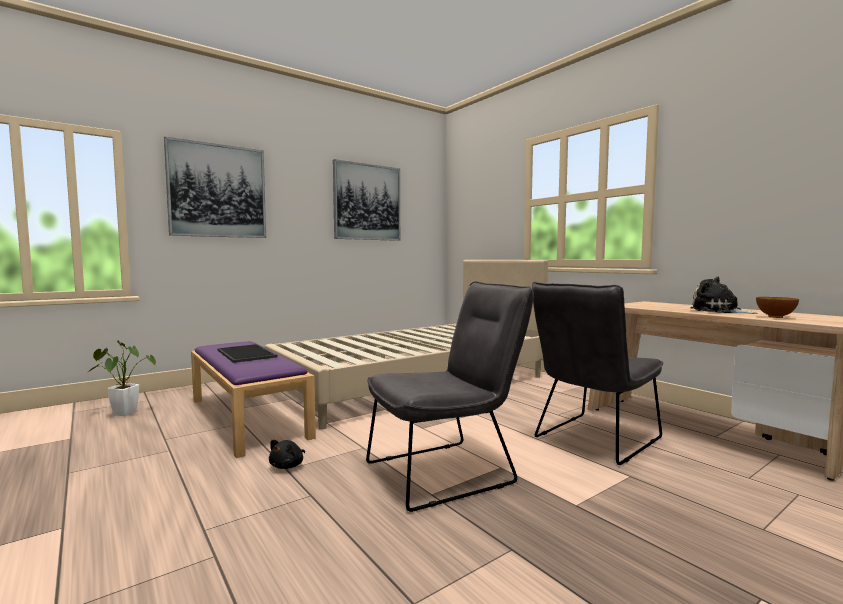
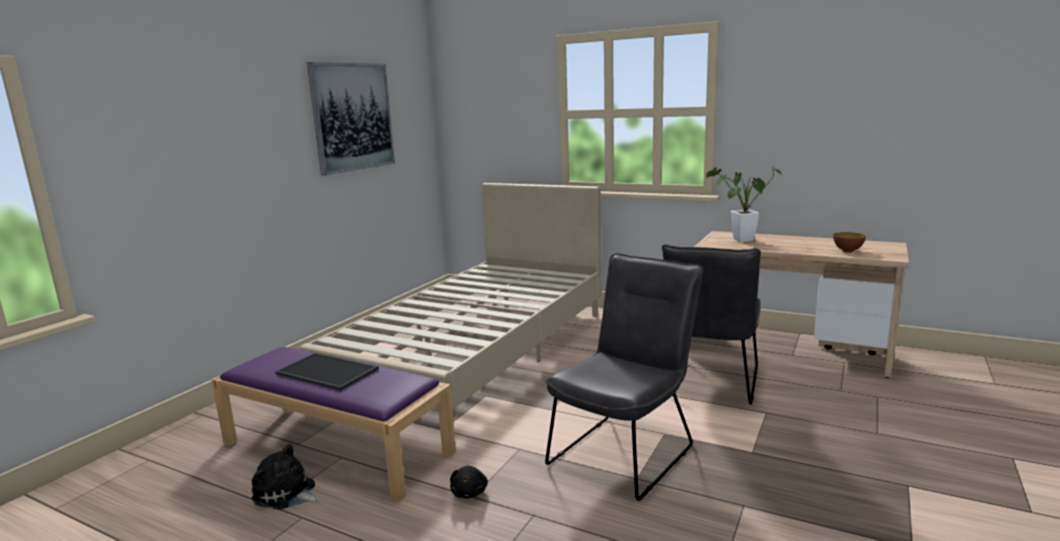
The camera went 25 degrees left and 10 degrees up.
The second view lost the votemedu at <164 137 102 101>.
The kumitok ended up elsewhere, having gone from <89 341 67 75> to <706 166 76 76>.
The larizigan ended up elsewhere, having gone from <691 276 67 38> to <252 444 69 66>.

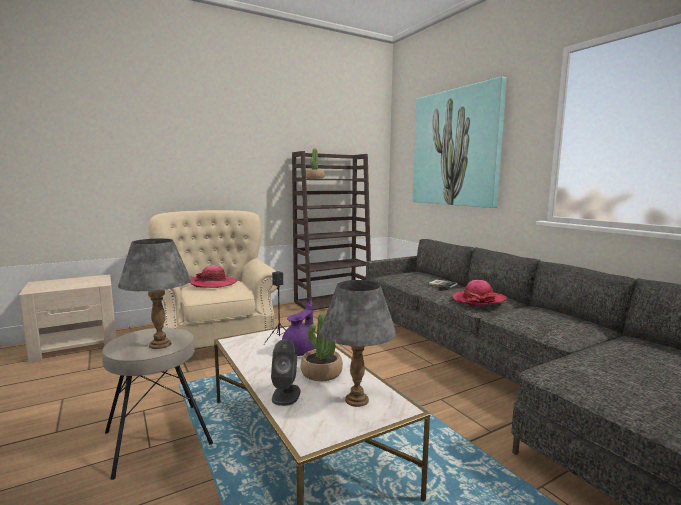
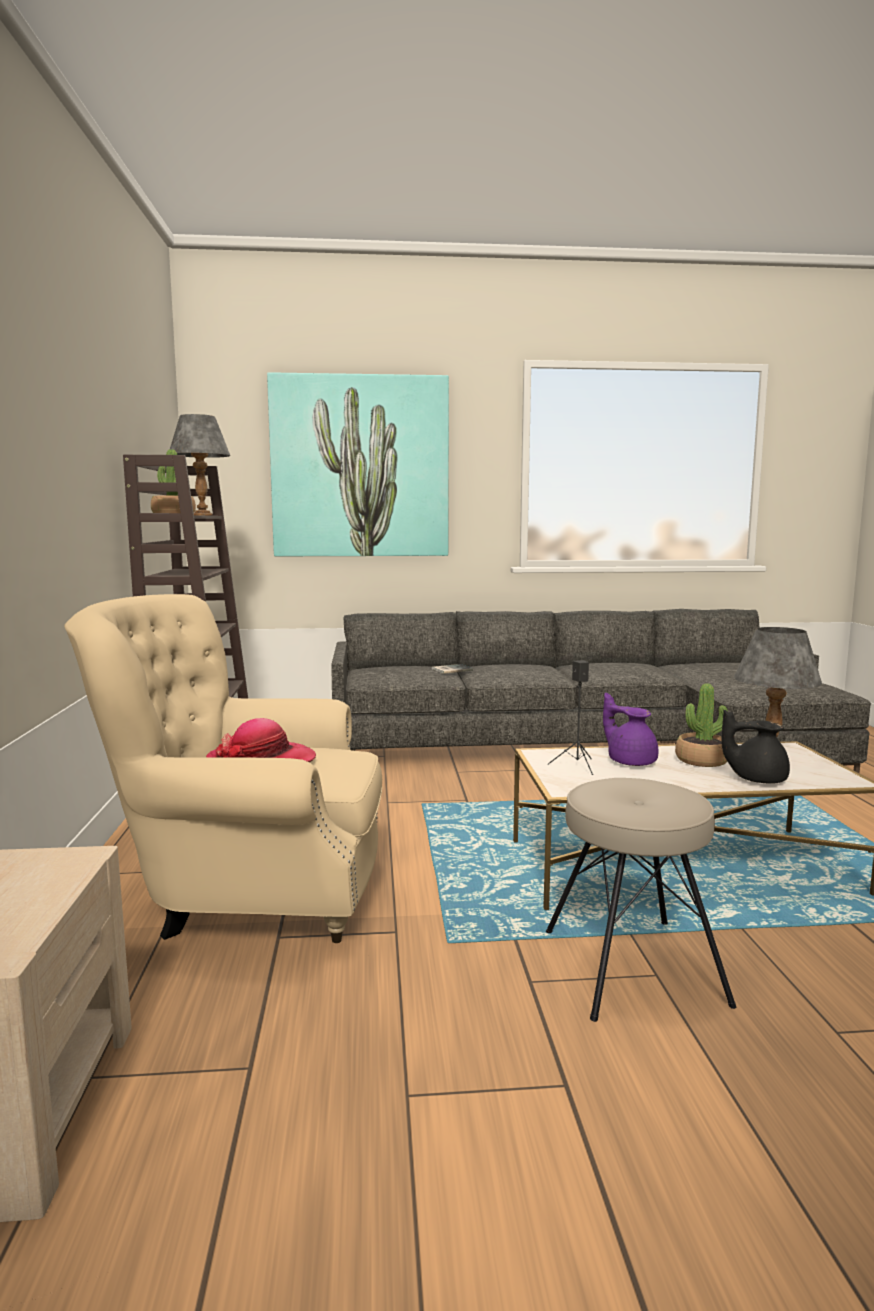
The camera went 65 degrees left and 0 degrees up.
The second view lost the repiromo at <452 280 55 26>.
The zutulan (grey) ended up elsewhere, having gone from <118 238 73 111> to <170 414 60 102>.
Where the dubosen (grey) stood at <271 339 29 67>, the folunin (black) came to stand at <721 710 69 74>.

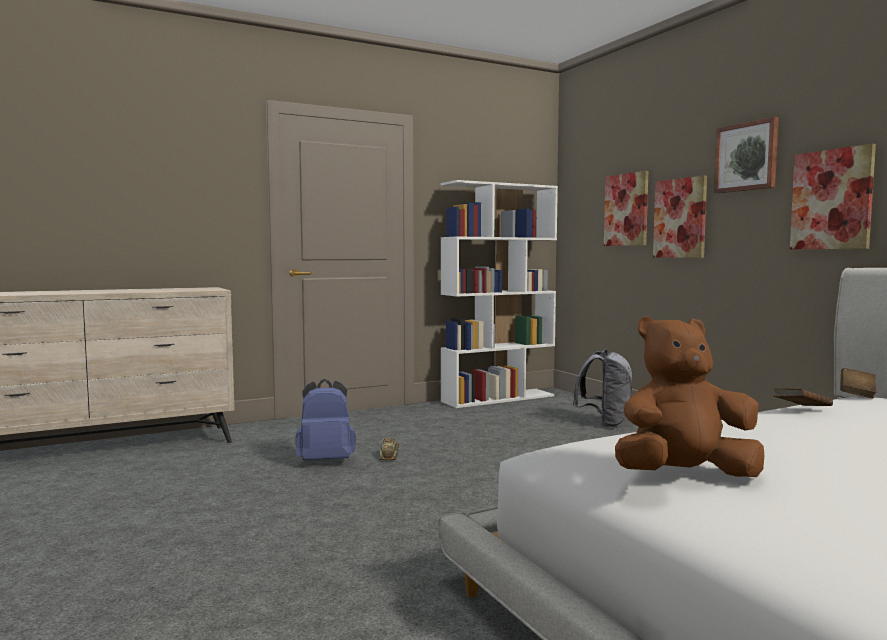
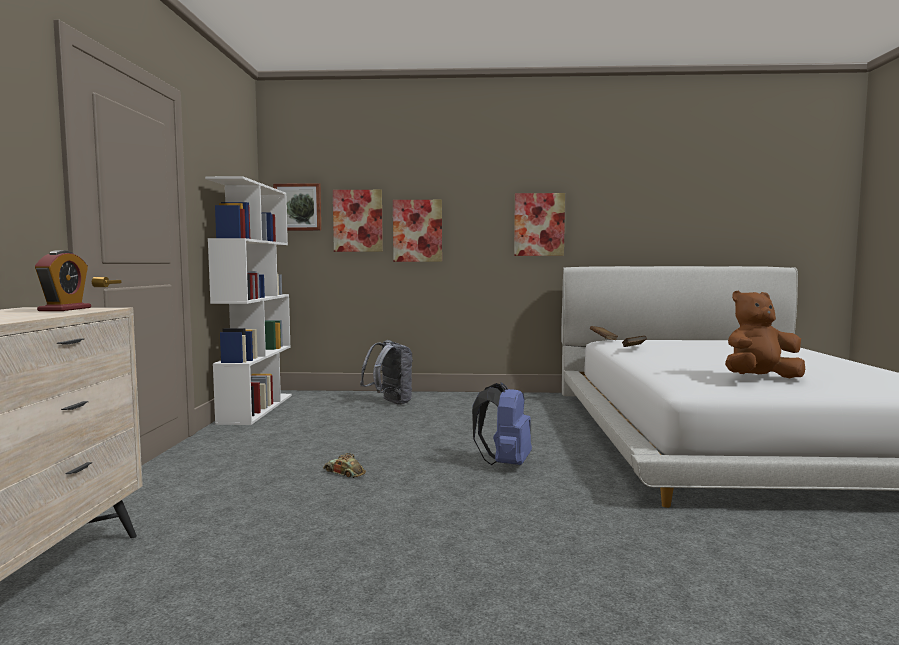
The camera went 60 degrees left and 0 degrees up.
The second view gained the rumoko at <35 250 56 61>.
The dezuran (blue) ended up elsewhere, having gone from <295 379 61 81> to <472 383 60 82>.
The votemedu ended up elsewhere, having gone from <714 117 65 76> to <273 183 48 48>.
The larizigan (brown) at <615 316 149 161> ended up facing another way, 60 degrees clockwise from before.

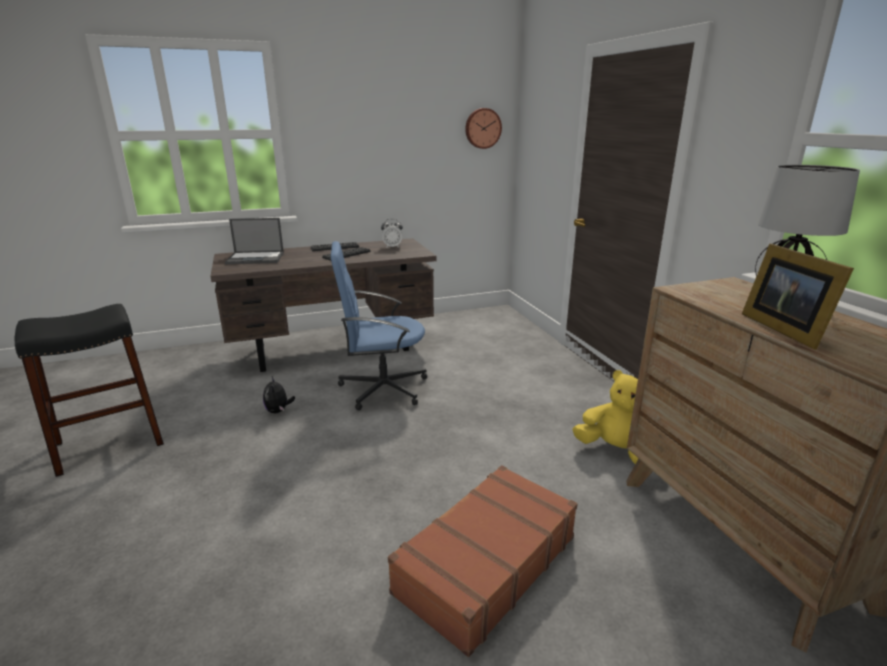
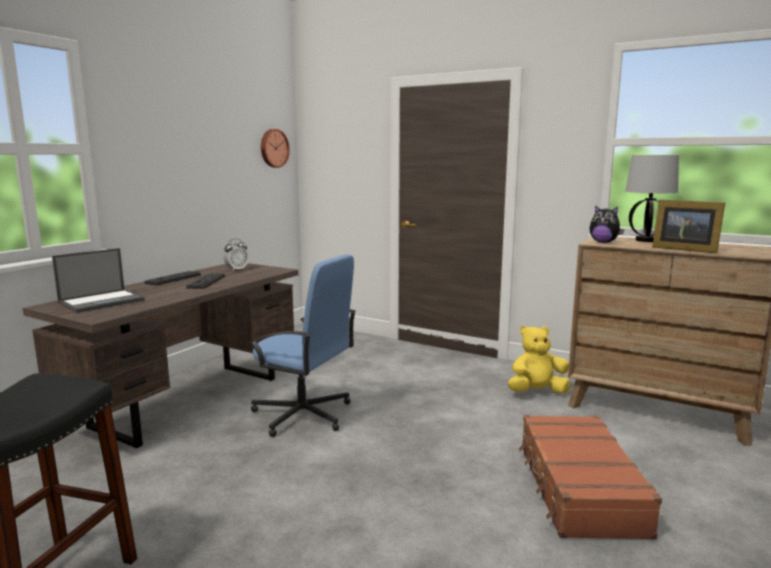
The camera went 40 degrees left and 10 degrees down.
The larizigan ended up elsewhere, having gone from <263 377 32 36> to <590 205 34 38>.
The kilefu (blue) at <331 241 96 169> ended up facing another way, 105 degrees counterclockwise from before.

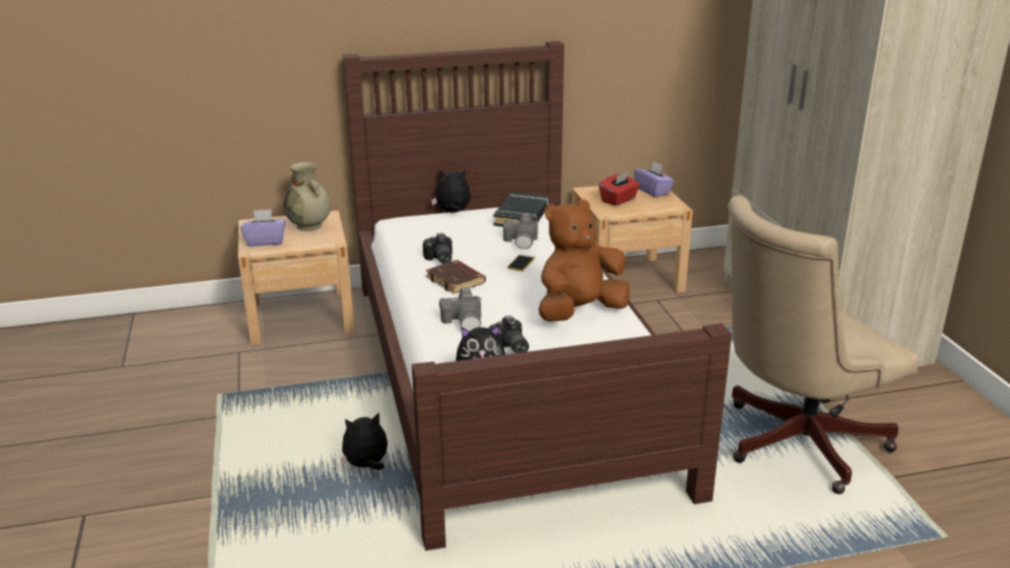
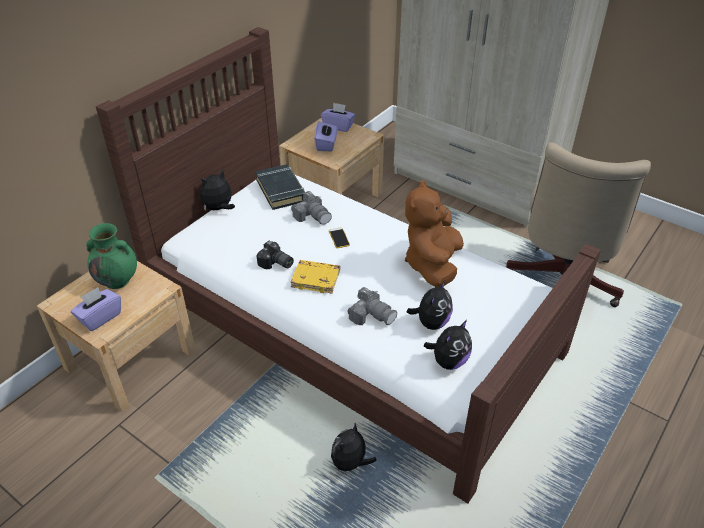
The camera went 40 degrees left and 15 degrees up.
Where the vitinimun stood at <488 316 41 37>, the larizigan came to stand at <407 279 46 51>.
What was the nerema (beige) at <284 162 47 69> turned into the nerema (green) at <86 223 51 66>.
What was the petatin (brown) at <426 260 60 34> turned into the petatin (yellow) at <290 260 50 33>.
What was the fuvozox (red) at <599 172 41 34> turned into the fuvozox (purple) at <314 122 23 30>.

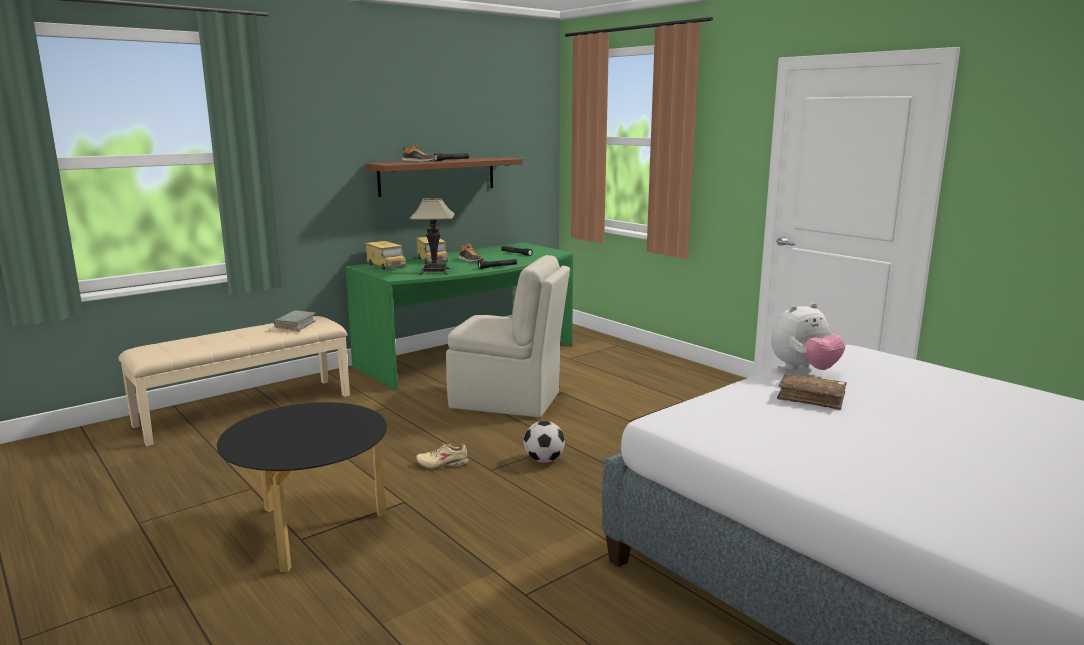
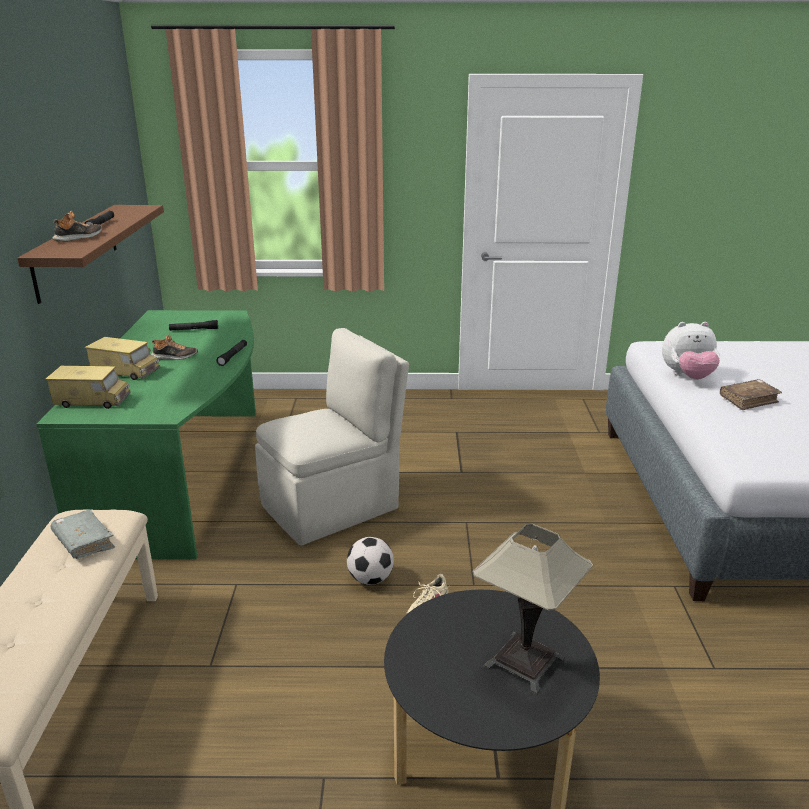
The camera went 50 degrees left and 10 degrees up.
The zutulan ended up elsewhere, having gone from <409 198 46 77> to <473 524 120 171>.
The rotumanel ended up elsewhere, having gone from <524 421 41 42> to <347 537 47 48>.
The larizigan at <771 303 75 67> ended up facing another way, 75 degrees clockwise from before.

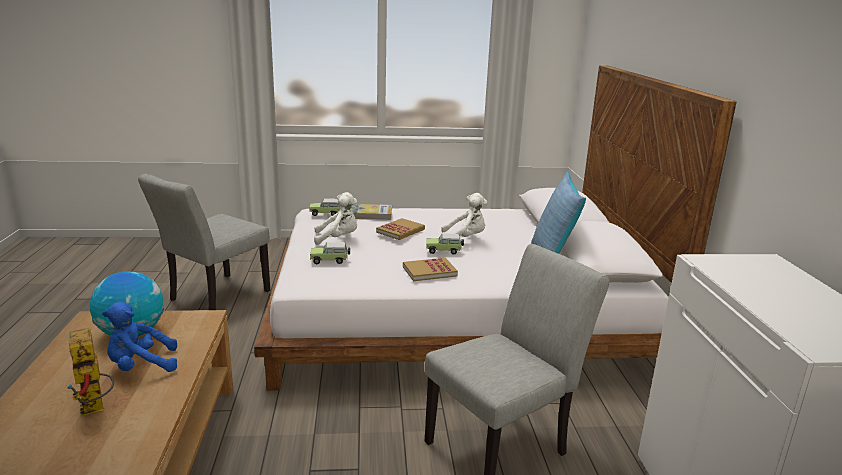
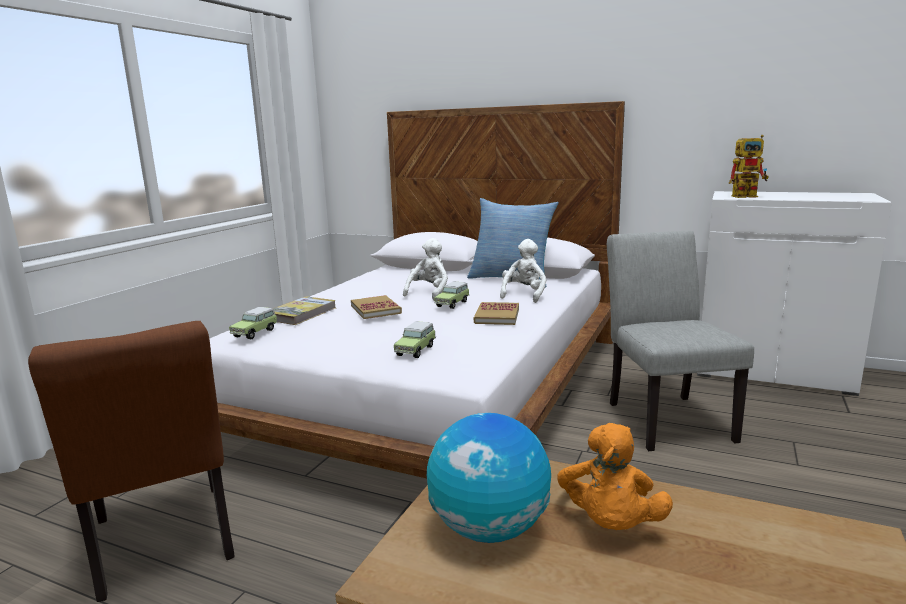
The camera went 60 degrees left and 5 degrees down.
The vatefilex ended up elsewhere, having gone from <66 328 48 88> to <729 135 40 63>.
The larizigan (white) ended up elsewhere, having gone from <314 192 43 53> to <500 239 46 64>.
What was the larizigan (blue) at <102 302 75 70> turned into the larizigan (orange) at <557 423 116 107>.
What was the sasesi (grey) at <138 174 132 136> turned into the sasesi (brown) at <28 321 207 281>.

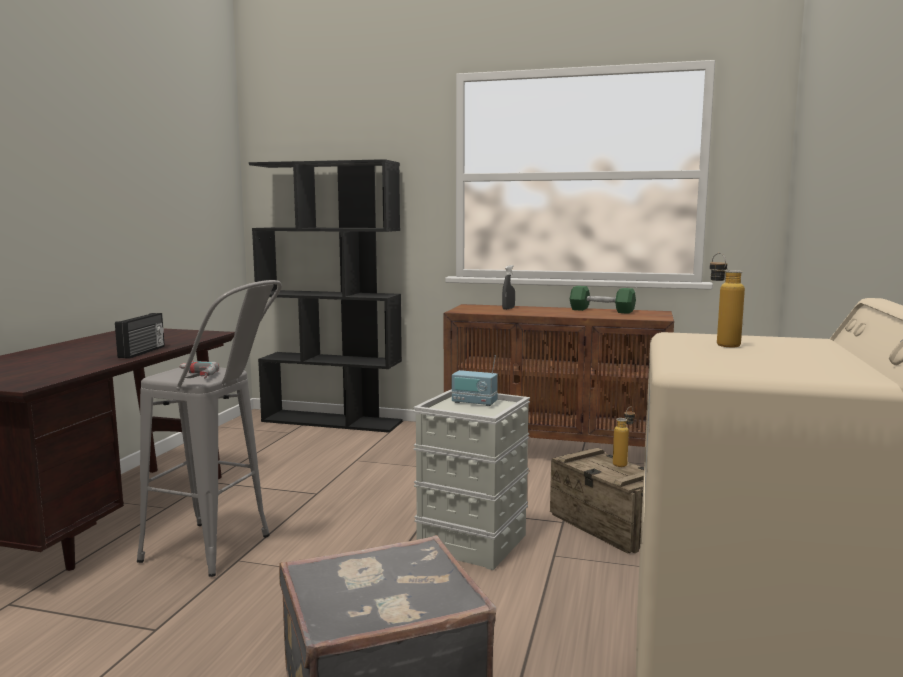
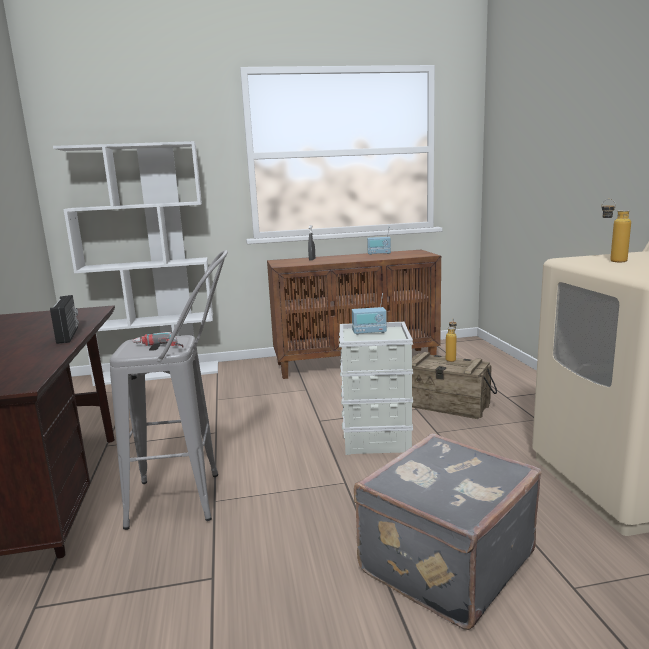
The camera went 25 degrees left and 5 degrees up.
Where the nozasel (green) stood at <570 286 66 28>, the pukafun came to stand at <367 229 24 26>.
What was the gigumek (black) at <249 159 154 274> turned into the gigumek (white) at <53 141 165 245>.

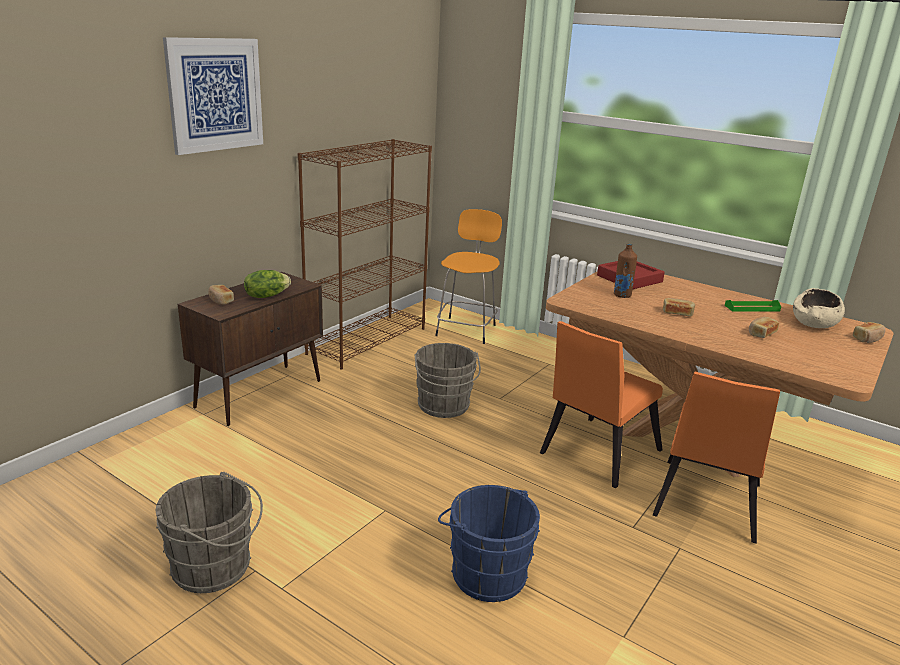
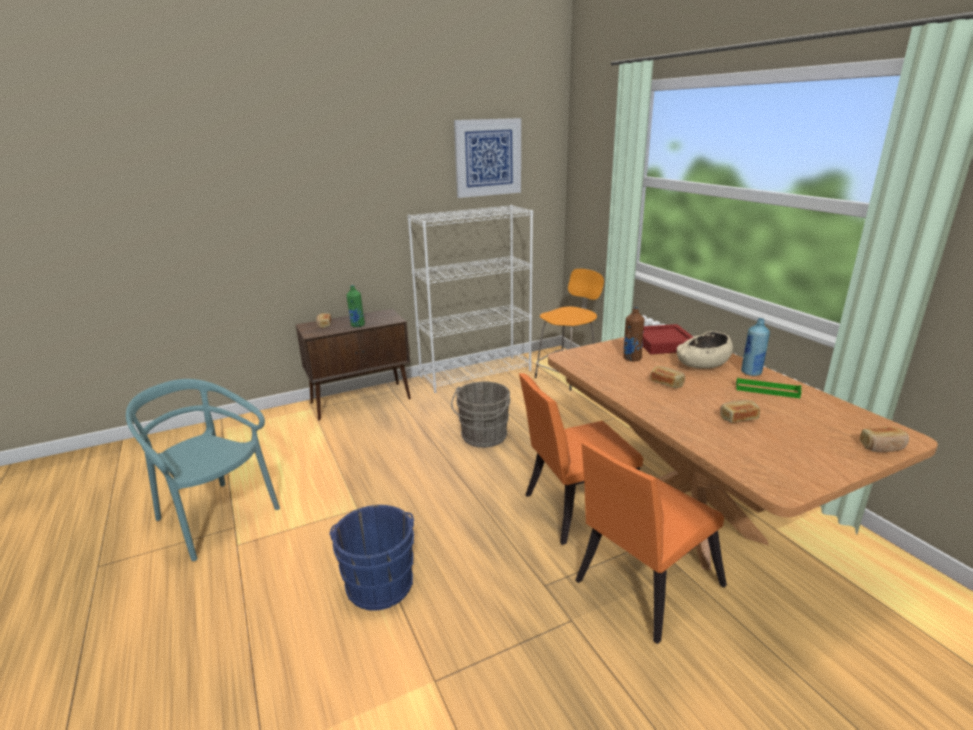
The camera went 30 degrees right and 0 degrees up.
The second view gained the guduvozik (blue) at <741 318 29 58>.
The votemedu ended up elsewhere, having gone from <163 37 100 118> to <454 118 67 80>.
The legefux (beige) ended up elsewhere, having gone from <793 288 52 40> to <677 331 56 38>.
Where the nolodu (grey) stood at <156 472 107 121>, the sasesi (turquoise) came to stand at <126 379 154 182>.
Where the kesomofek stood at <244 270 47 28>, the guduvozik (green) came to stand at <347 285 18 42>.
What was the gigumek (brown) at <298 139 134 230> turned into the gigumek (white) at <407 205 126 188>.

